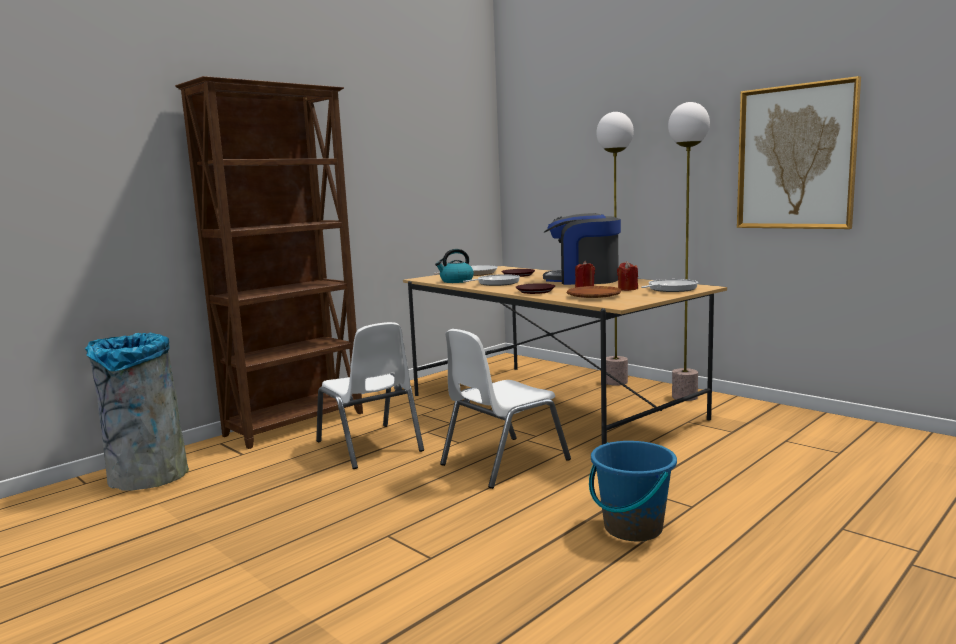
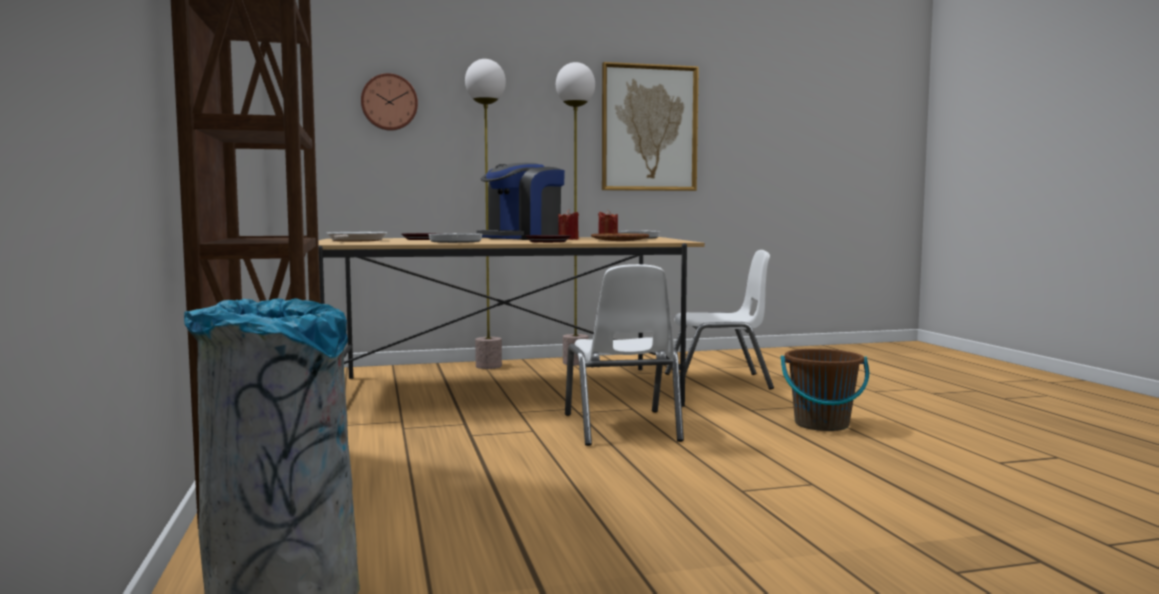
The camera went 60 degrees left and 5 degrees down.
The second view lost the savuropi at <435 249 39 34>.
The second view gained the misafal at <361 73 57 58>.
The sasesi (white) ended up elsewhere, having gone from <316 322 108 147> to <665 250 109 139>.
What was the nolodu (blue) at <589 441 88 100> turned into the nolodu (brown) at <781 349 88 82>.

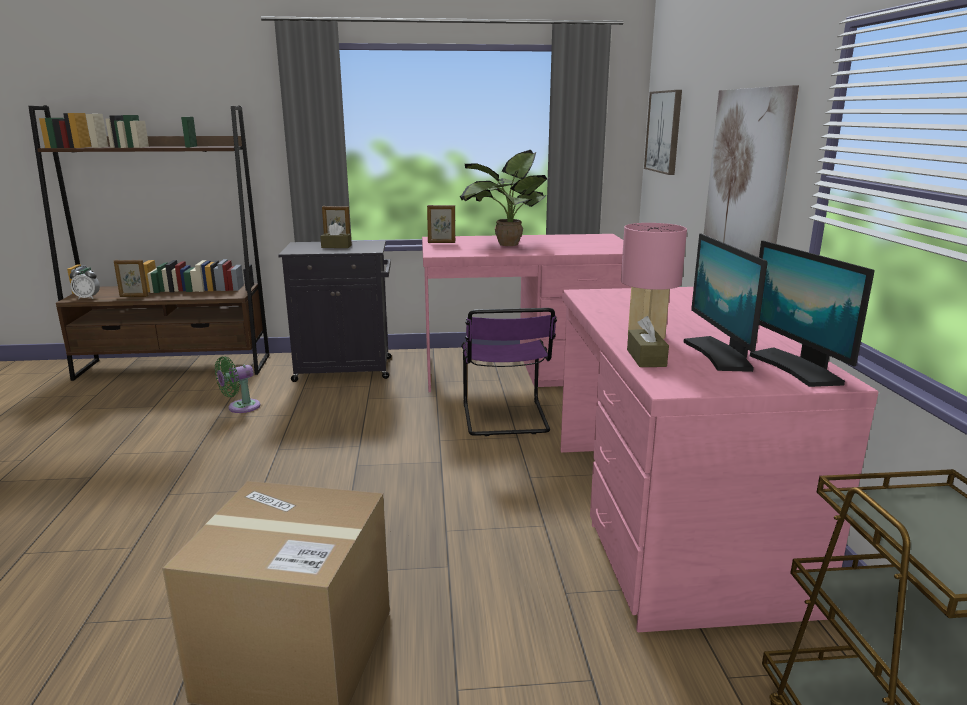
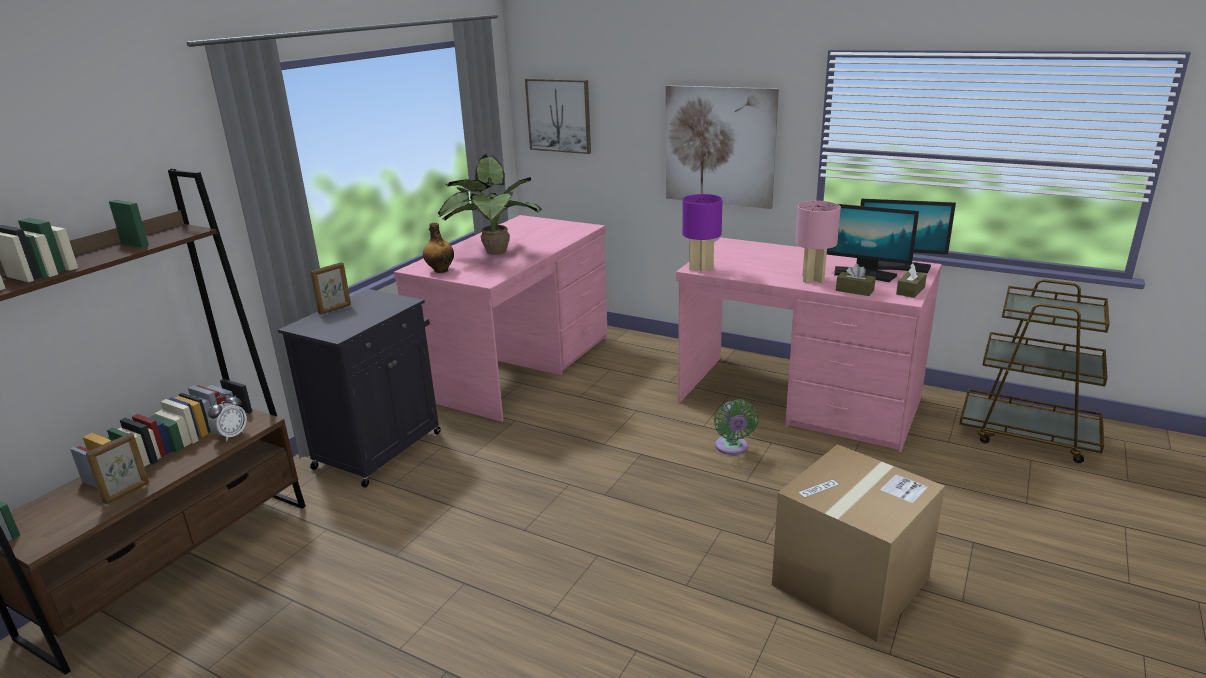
The camera went 55 degrees left and 5 degrees up.
The second view lost the sasesi (purple) at <461 308 96 128>.
The second view gained the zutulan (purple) at <682 194 41 79>.
The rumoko ended up elsewhere, having gone from <70 266 30 33> to <208 394 39 48>.
The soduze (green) ended up elsewhere, having gone from <215 356 45 57> to <714 399 45 56>.
The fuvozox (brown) ended up elsewhere, having gone from <320 223 32 25> to <896 263 31 35>.
Where the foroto stood at <427 205 28 38>, the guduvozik came to stand at <423 222 31 51>.

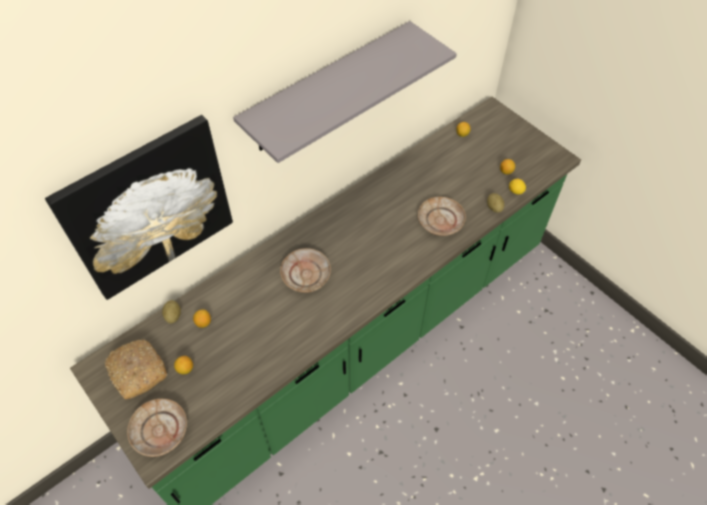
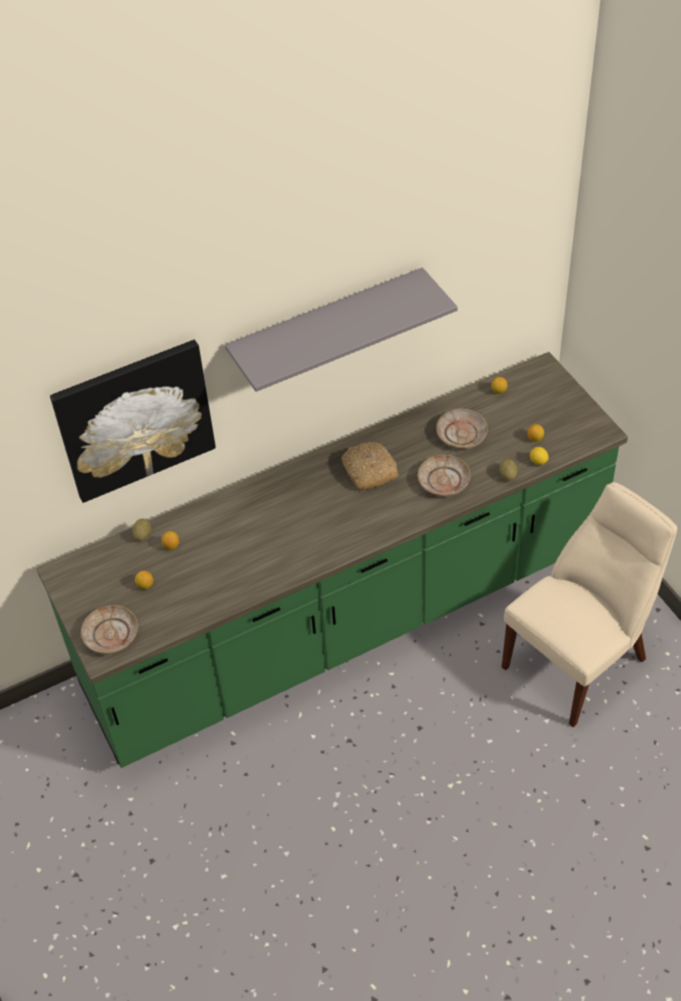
The camera went 15 degrees right and 5 degrees down.
The second view gained the sasesi (beige) at <502 482 175 245>.
The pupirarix ended up elsewhere, having gone from <105 339 62 60> to <341 442 57 48>.
The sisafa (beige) ended up elsewhere, having gone from <280 248 51 45> to <436 409 52 40>.

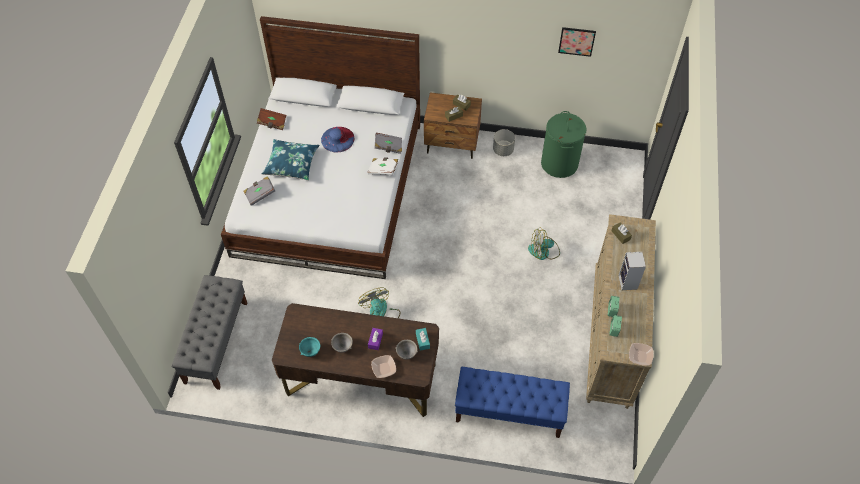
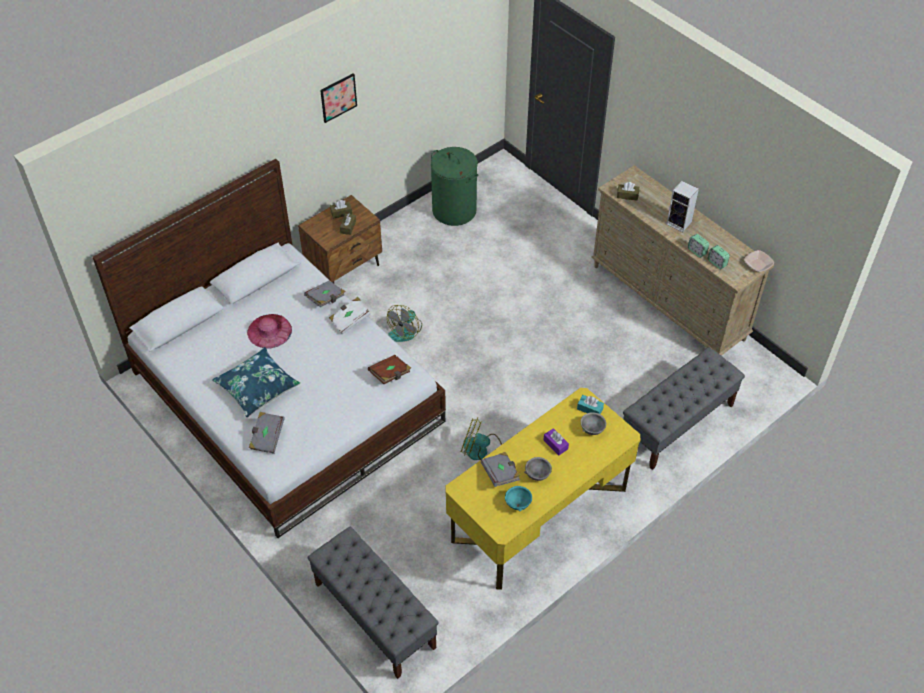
The camera went 50 degrees left and 5 degrees down.
The second view lost the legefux at <371 355 25 23>.
The second view lost the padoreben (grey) at <493 129 22 27>.
The second view gained the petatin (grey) at <481 452 39 35>.
The petatin (brown) ended up elsewhere, having gone from <257 108 29 22> to <368 355 43 29>.
The soduze ended up elsewhere, having gone from <528 228 32 32> to <387 305 35 37>.
The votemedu ended up elsewhere, having gone from <558 27 38 30> to <320 73 37 50>.
What was the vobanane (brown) at <272 303 167 114> turned into the vobanane (yellow) at <445 388 196 202>.
What was the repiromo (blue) at <321 127 33 26> turned into the repiromo (pink) at <247 314 45 35>.
What was the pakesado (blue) at <455 367 115 71> turned into the pakesado (grey) at <623 347 122 123>.

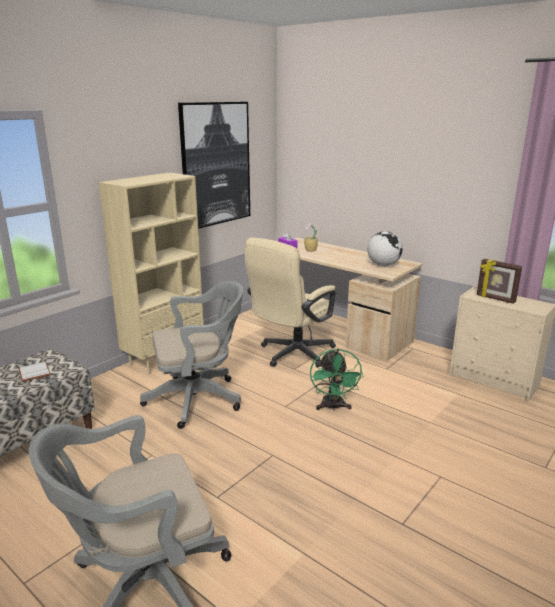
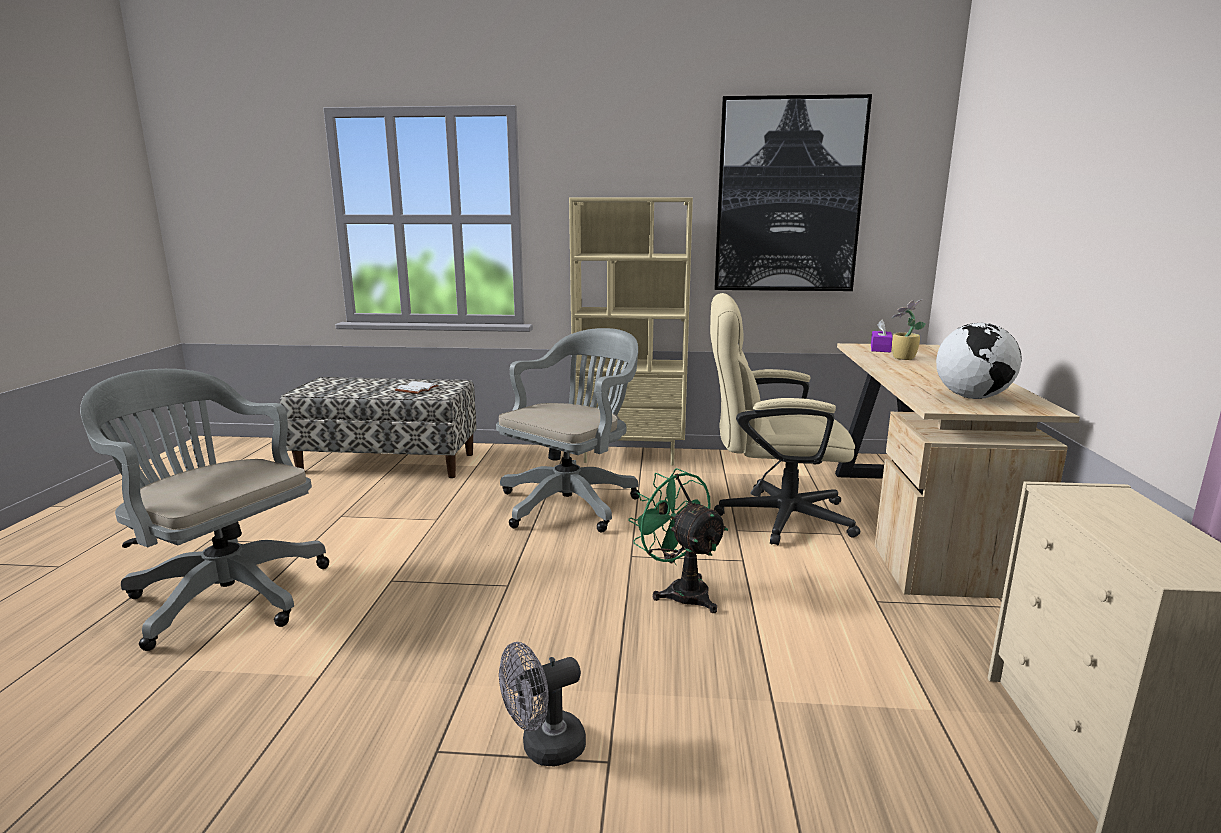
The camera went 55 degrees right and 5 degrees down.
The second view lost the foroto at <477 259 45 45>.
The second view gained the soduze (grey) at <499 642 87 124>.
The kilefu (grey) at <140 281 103 148> ended up facing another way, 90 degrees counterclockwise from before.
The soduze (green) at <310 349 53 62> ended up facing another way, 90 degrees clockwise from before.

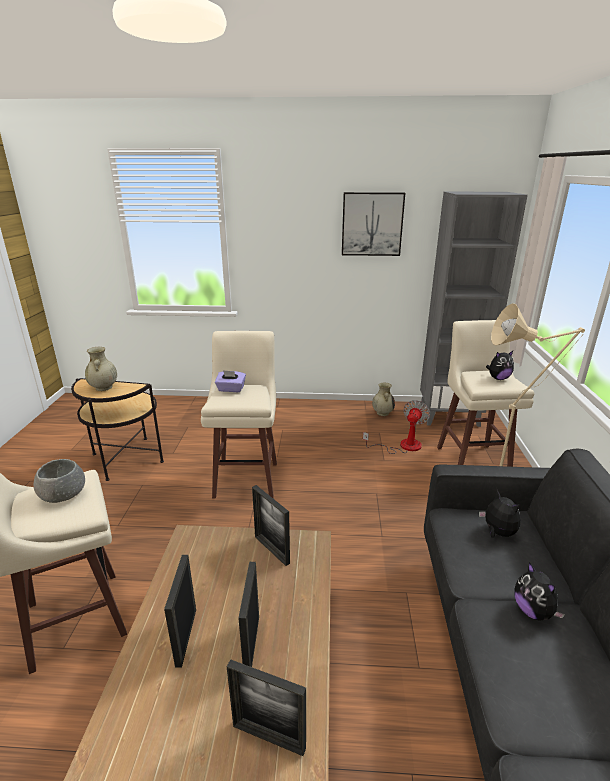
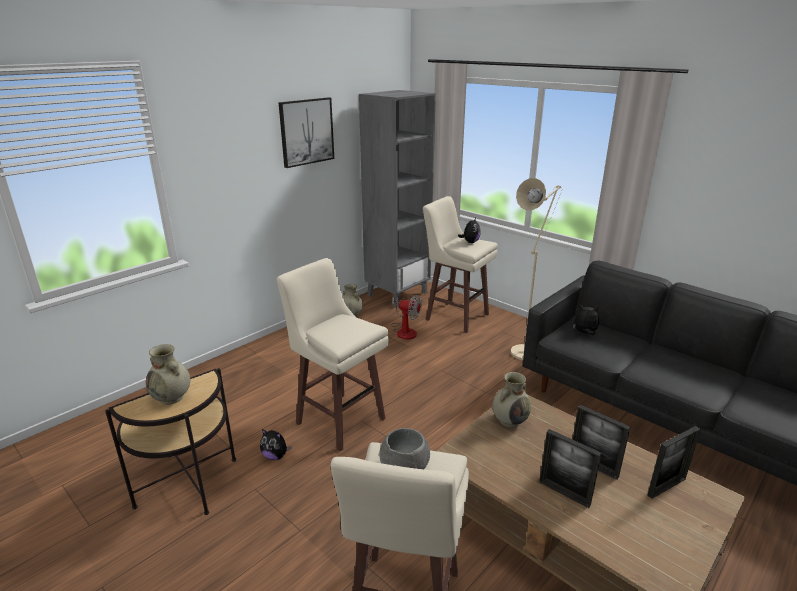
The camera went 50 degrees left and 0 degrees up.
The second view lost the fuvozox (purple) at <215 370 31 22>.
The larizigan ended up elsewhere, having gone from <514 562 51 59> to <260 429 32 31>.
Where the foroto stood at <252 485 38 81>, the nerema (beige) came to stand at <492 372 39 56>.
The soduze at <363 400 67 54> ended up facing another way, 135 degrees clockwise from before.

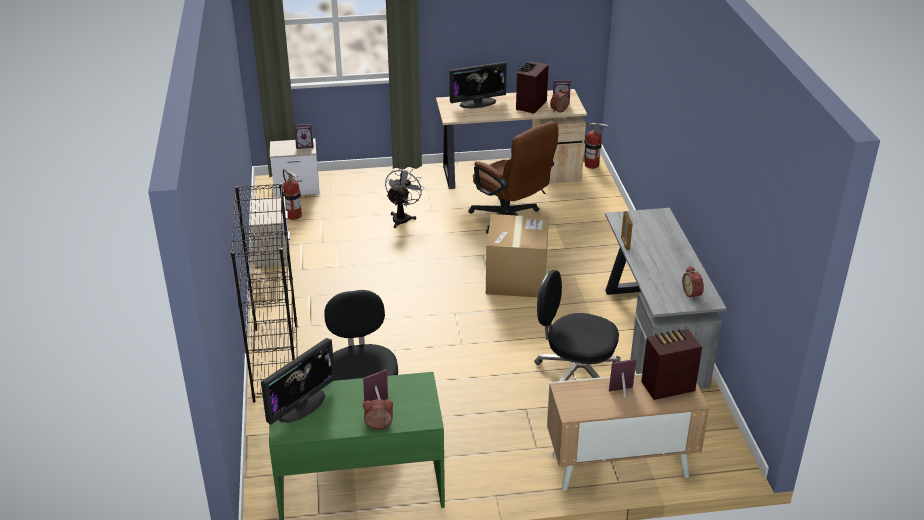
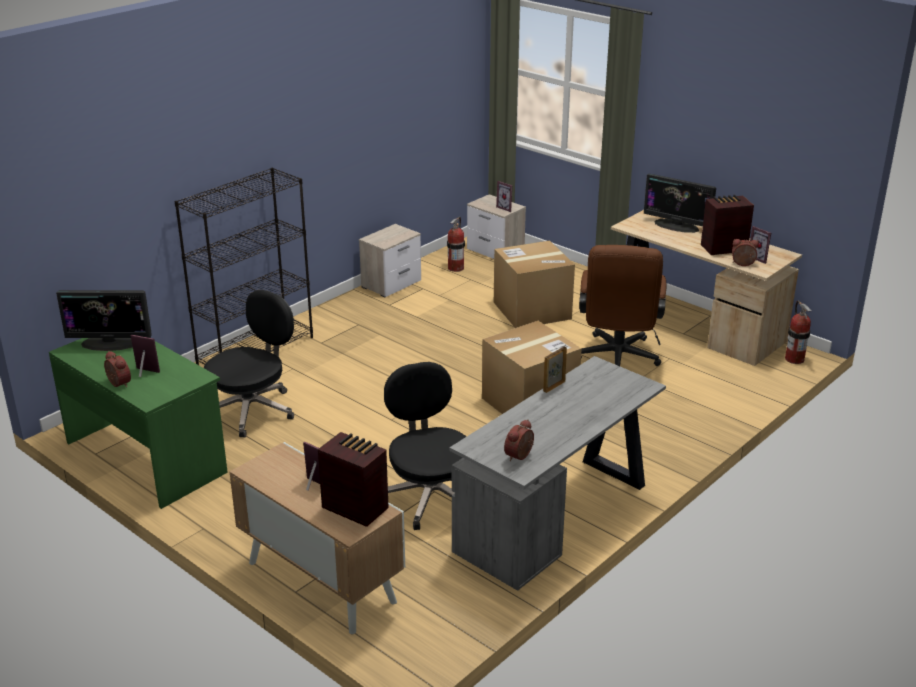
The camera went 50 degrees right and 5 degrees down.
Where the soduze (grey) stood at <385 166 39 62>, the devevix came to stand at <494 240 81 88>.

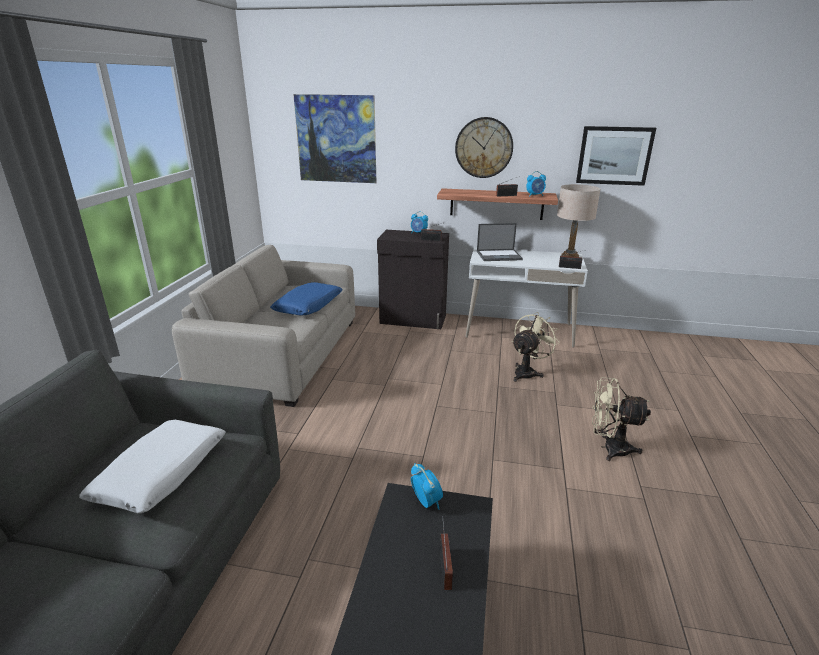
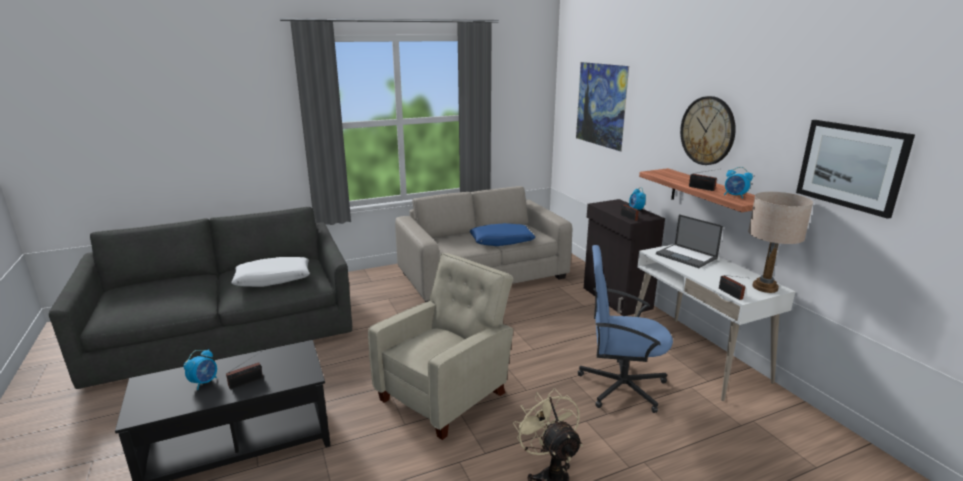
The camera went 55 degrees right and 5 degrees down.
The second view gained the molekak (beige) at <368 253 145 187>.
The rumoko ended up elsewhere, having gone from <411 463 32 47> to <183 349 34 41>.
Where the soduze (beige) stood at <512 312 48 70>, the kilefu (blue) came to stand at <578 245 95 168>.

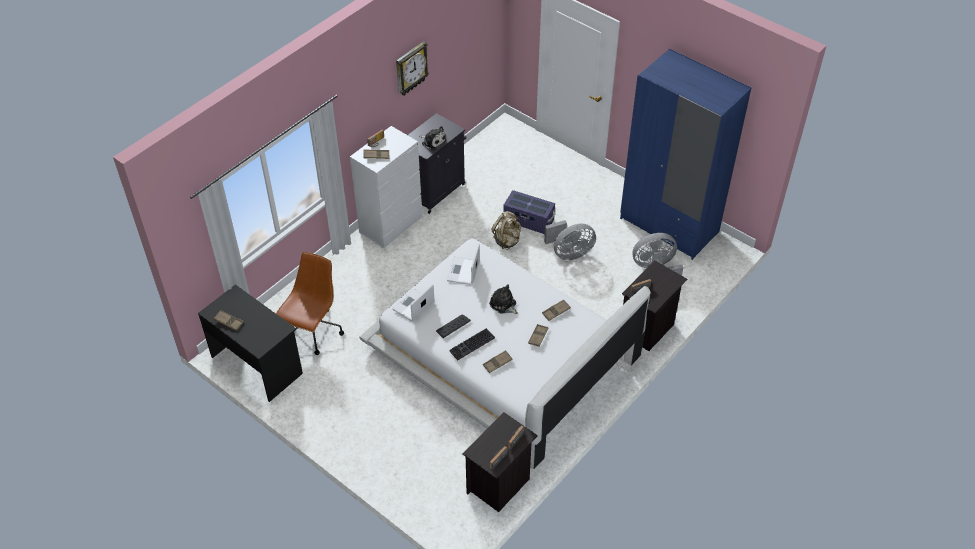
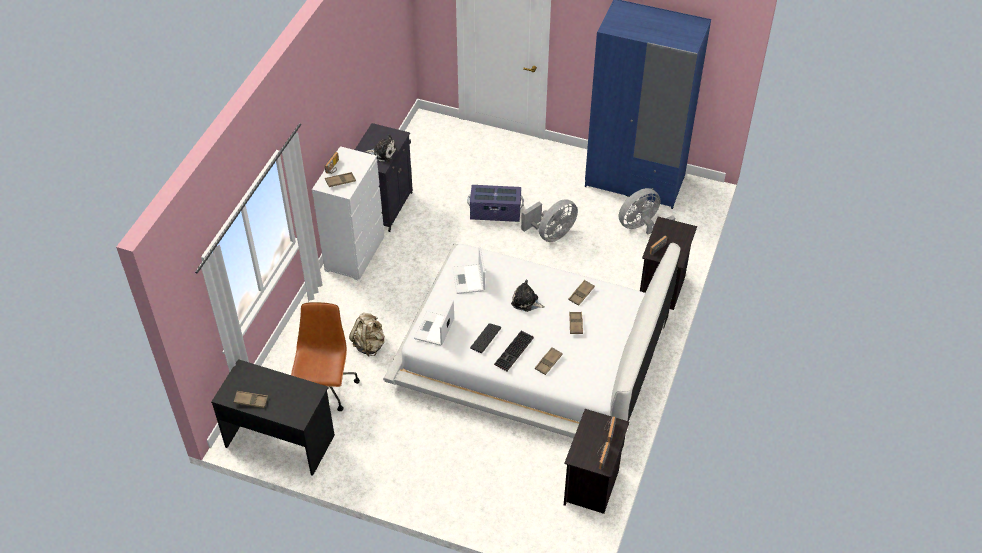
The camera went 20 degrees left and 0 degrees up.
The second view lost the misafal at <396 41 33 55>.
The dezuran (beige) ended up elsewhere, having gone from <492 211 29 39> to <349 313 36 44>.

